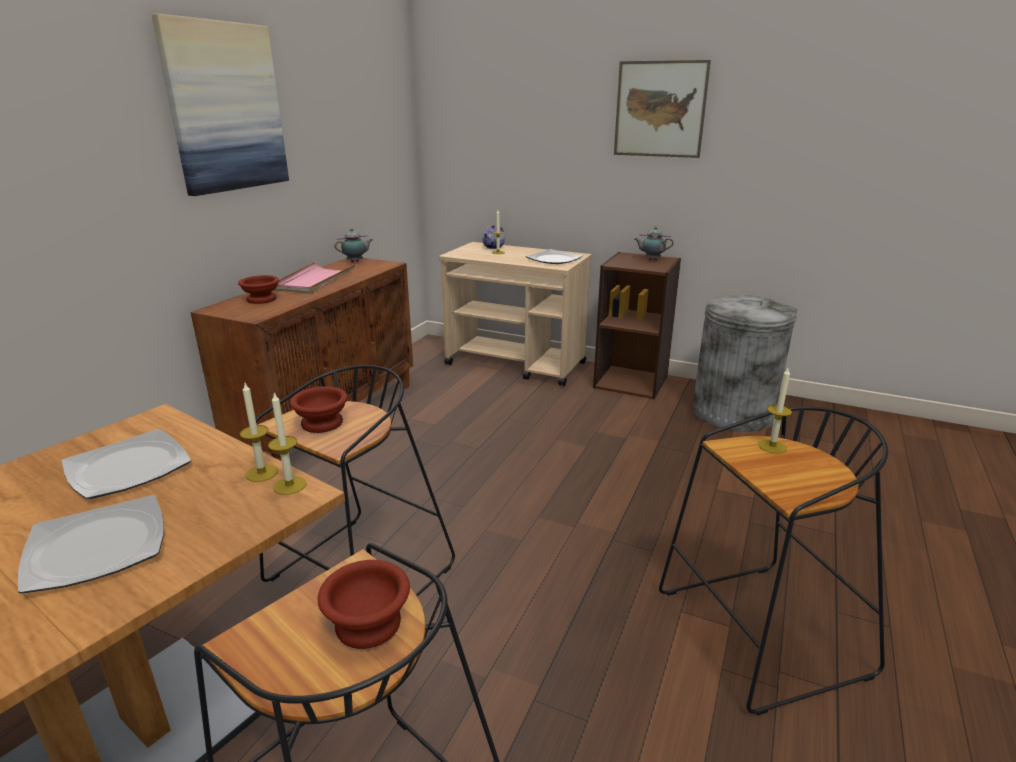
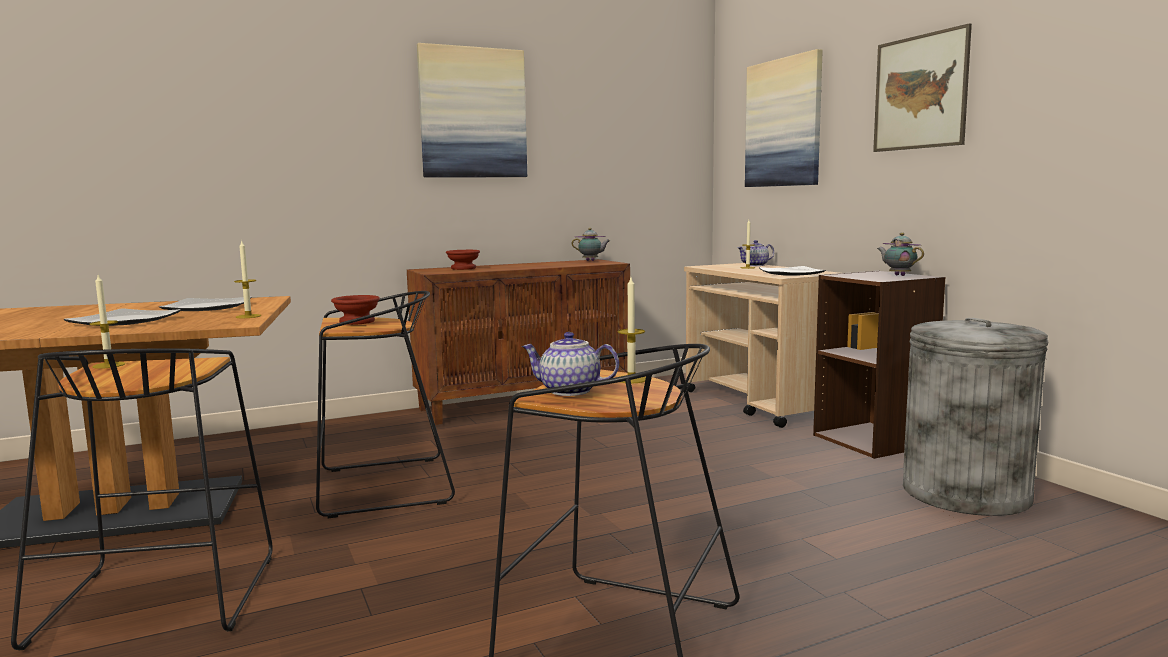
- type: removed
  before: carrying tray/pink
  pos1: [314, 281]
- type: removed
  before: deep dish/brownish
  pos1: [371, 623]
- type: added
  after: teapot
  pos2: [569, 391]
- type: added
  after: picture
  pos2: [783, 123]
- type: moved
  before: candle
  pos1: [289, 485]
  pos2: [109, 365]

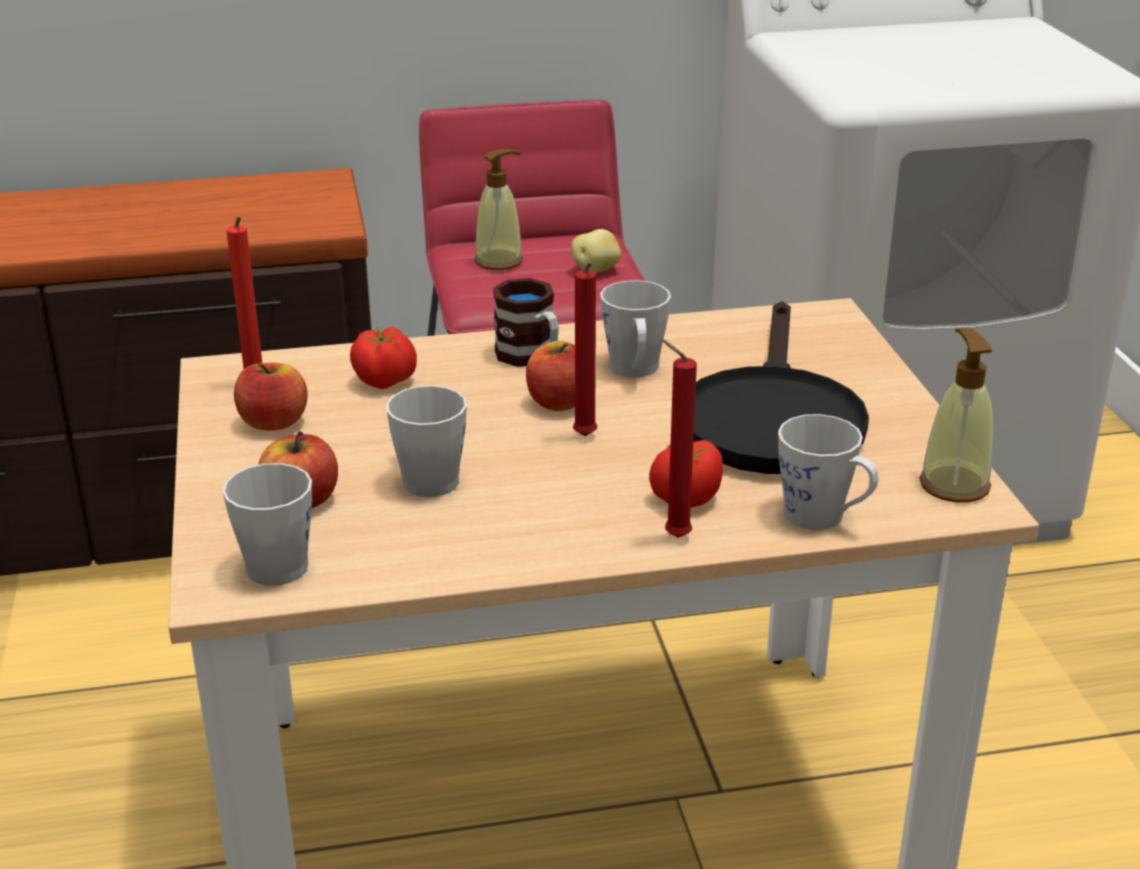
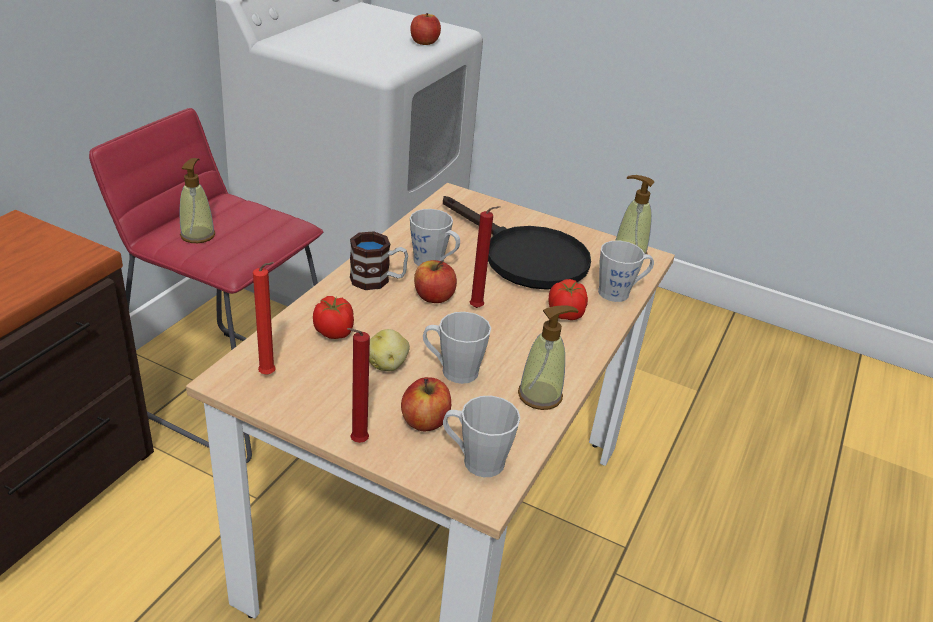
- type: added
  after: liquid soap bottle
  pos2: [540, 395]
- type: moved
  before: apple fruit
  pos1: [274, 422]
  pos2: [424, 42]
- type: moved
  before: whole potato
  pos1: [596, 270]
  pos2: [387, 364]
- type: moved
  before: candle/red
  pos1: [673, 536]
  pos2: [356, 443]

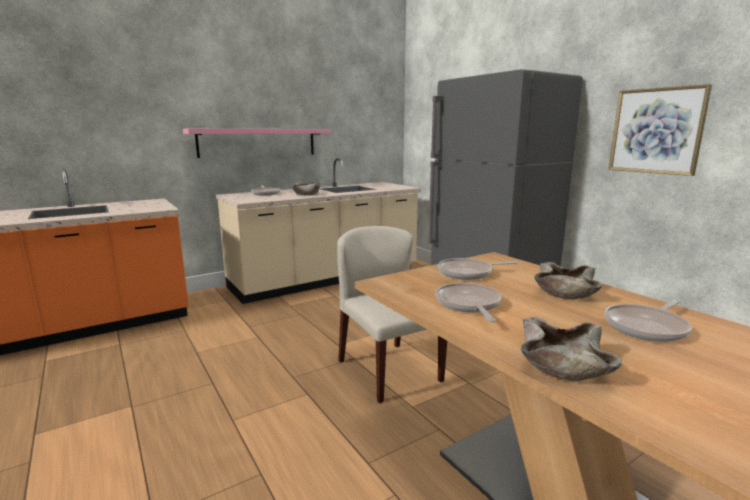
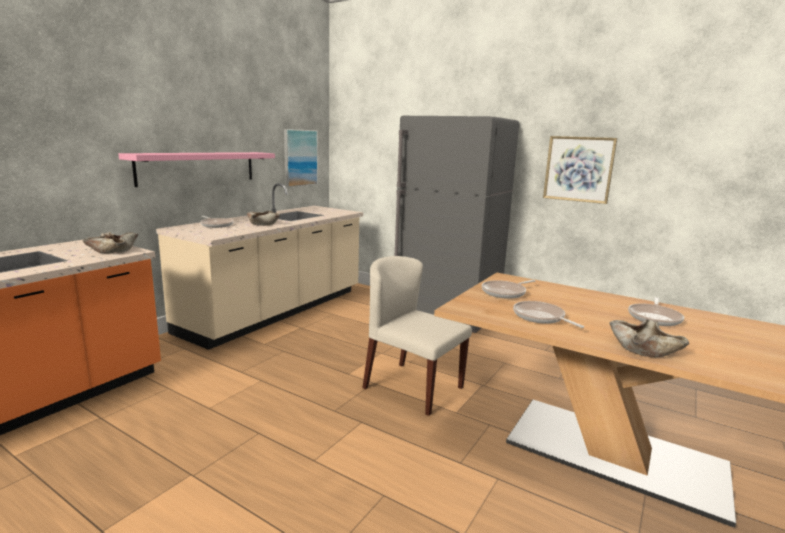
- type: added
  after: picture
  pos2: [300, 158]
- type: moved
  before: deep dish/beige-coloured
  pos1: [565, 292]
  pos2: [113, 250]

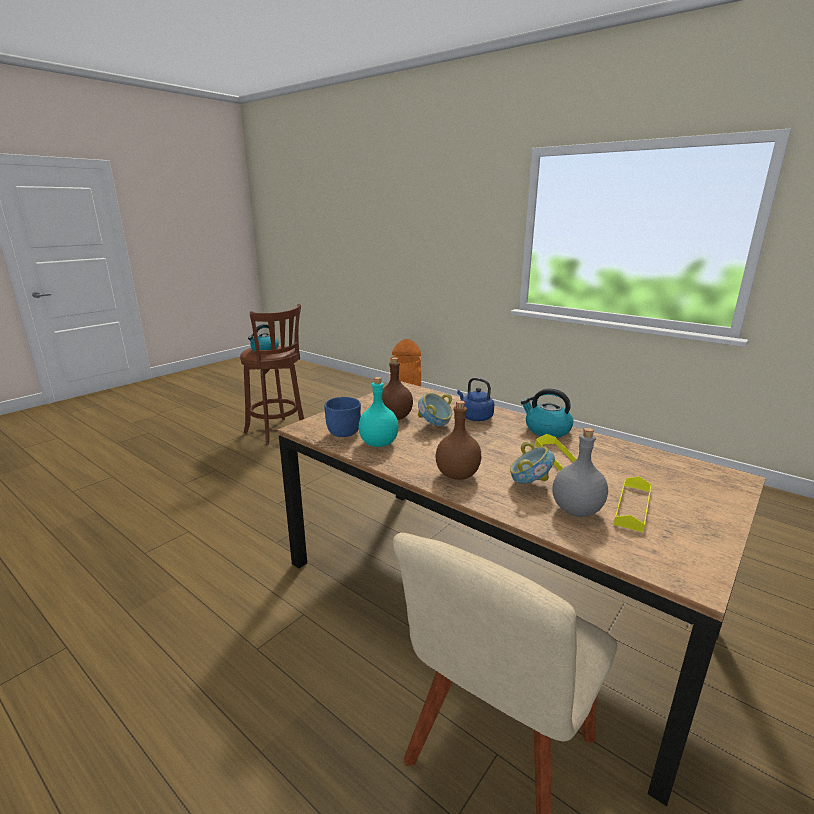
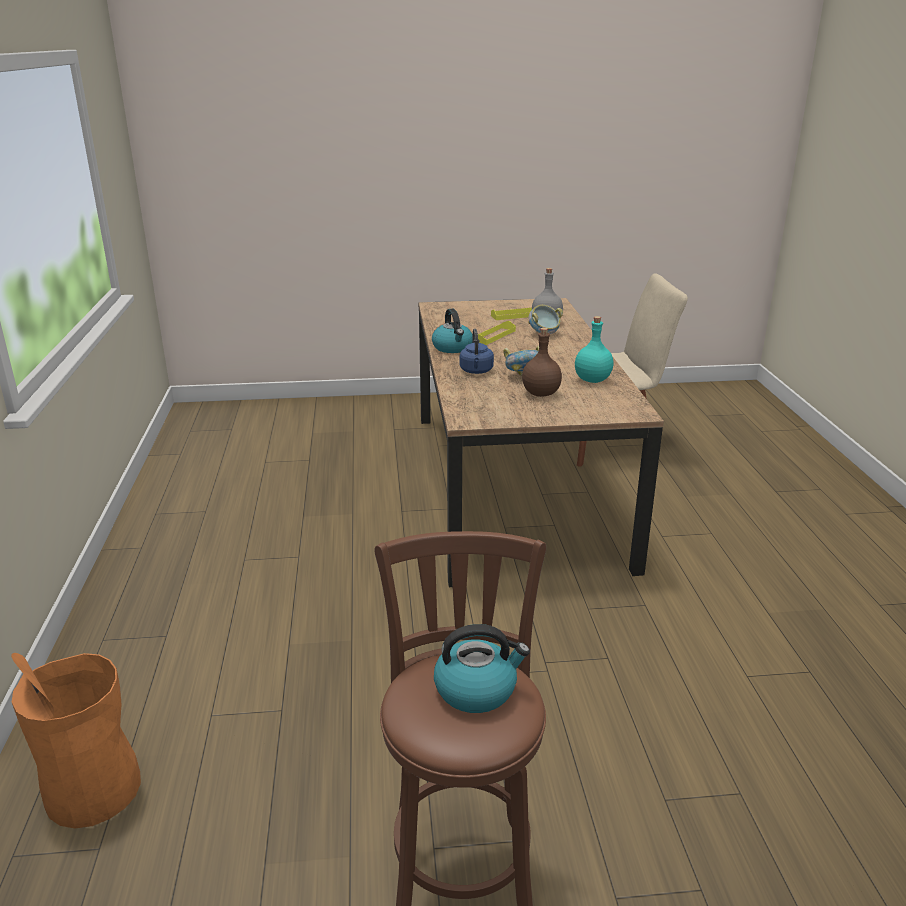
- type: removed
  before: deep dish/bluish
  pos1: [343, 433]
- type: removed
  before: beverage bottle/brownish
  pos1: [457, 474]

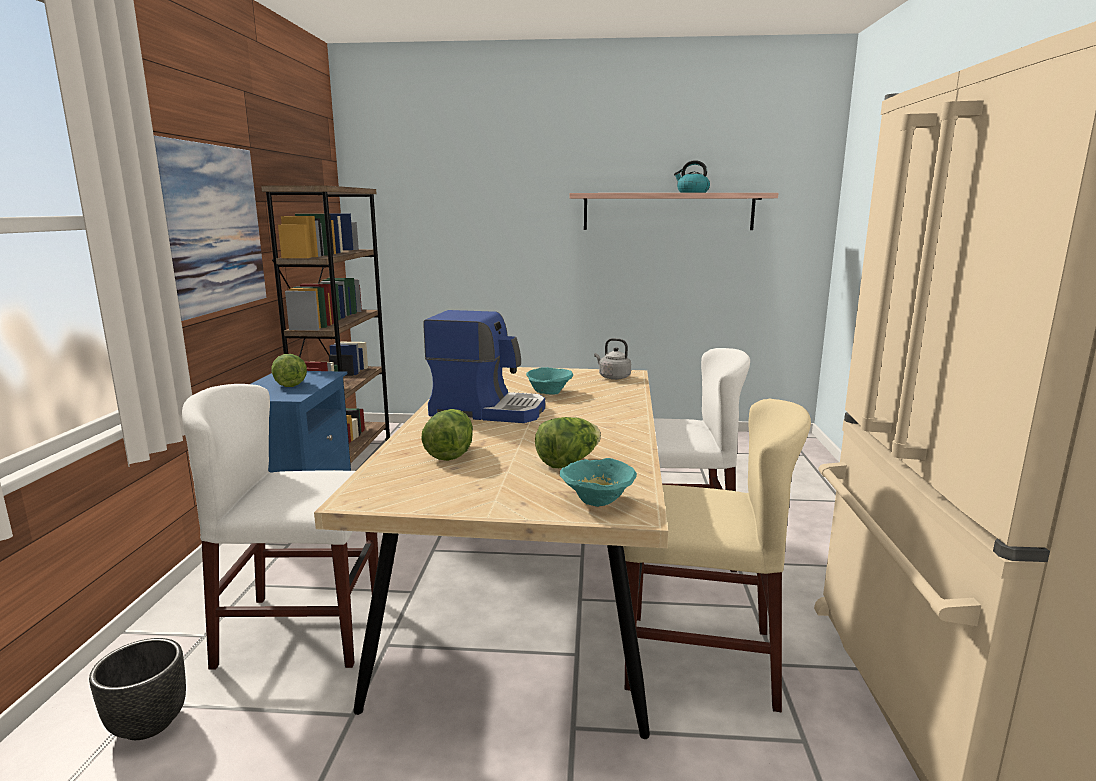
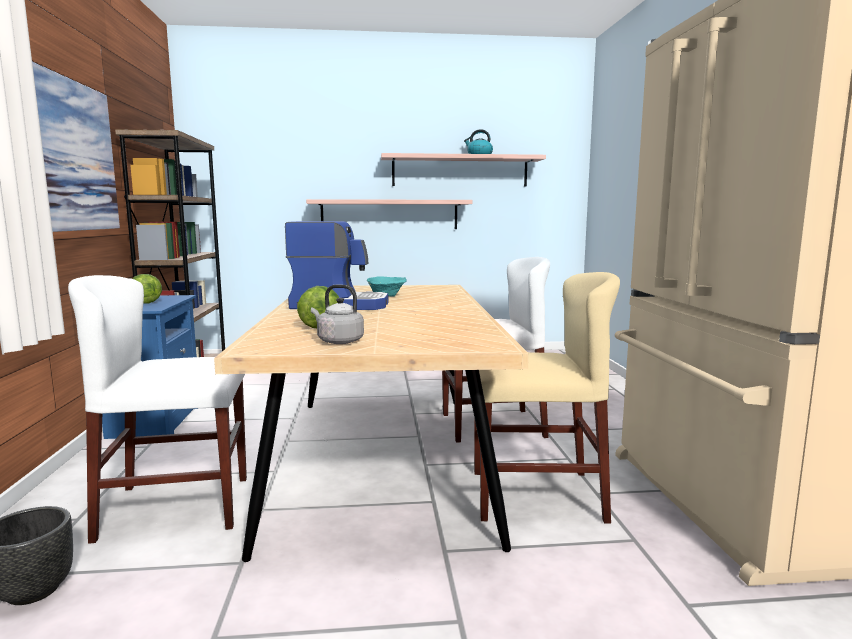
- type: removed
  before: head of lettuce
  pos1: [568, 462]
- type: removed
  before: deep dish/turquoise
  pos1: [595, 500]
- type: added
  after: wall shelf
  pos2: [389, 214]
- type: moved
  before: water kettle/gray
  pos1: [613, 377]
  pos2: [338, 341]

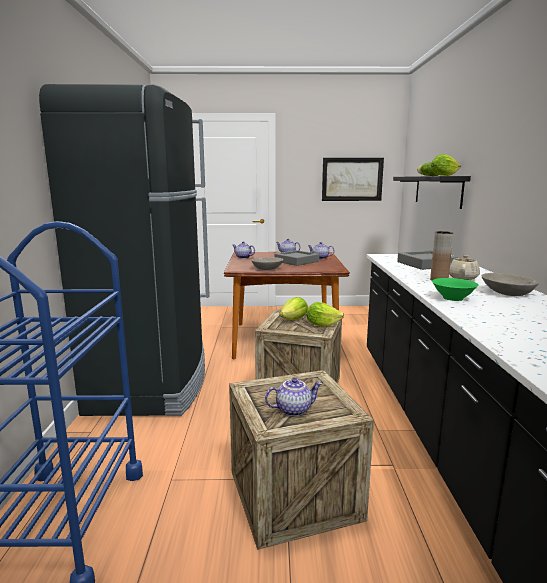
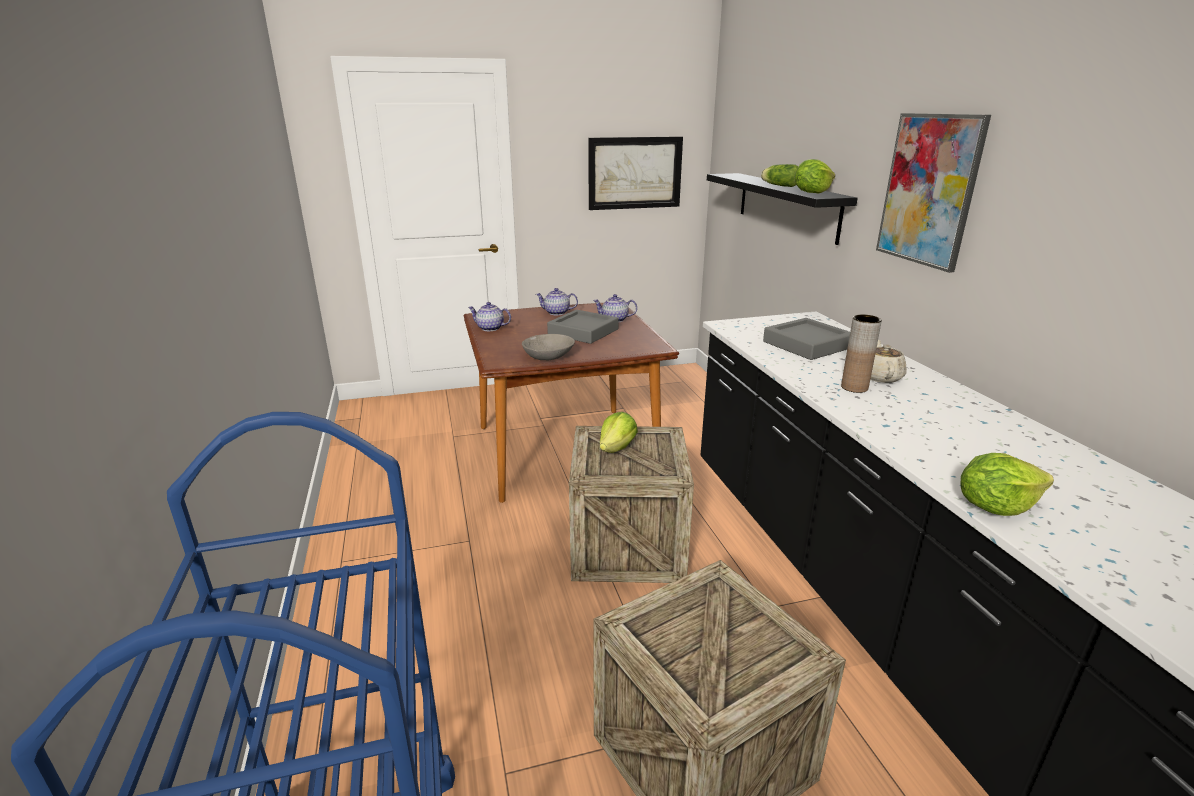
- type: removed
  before: refrigerator/blackish
  pos1: [152, 384]
- type: removed
  before: teapot
  pos1: [293, 409]
- type: removed
  before: deep dish/green-coloured
  pos1: [452, 298]
- type: removed
  before: deep dish/gray
  pos1: [507, 292]
- type: added
  after: picture
  pos2: [929, 190]
- type: moved
  before: head of lettuce
  pos1: [322, 325]
  pos2: [995, 506]

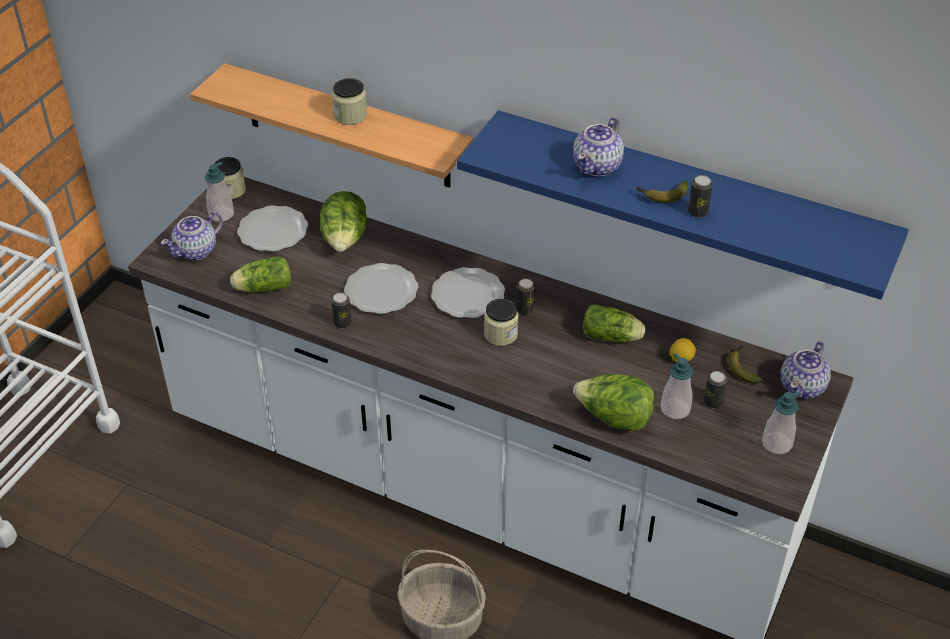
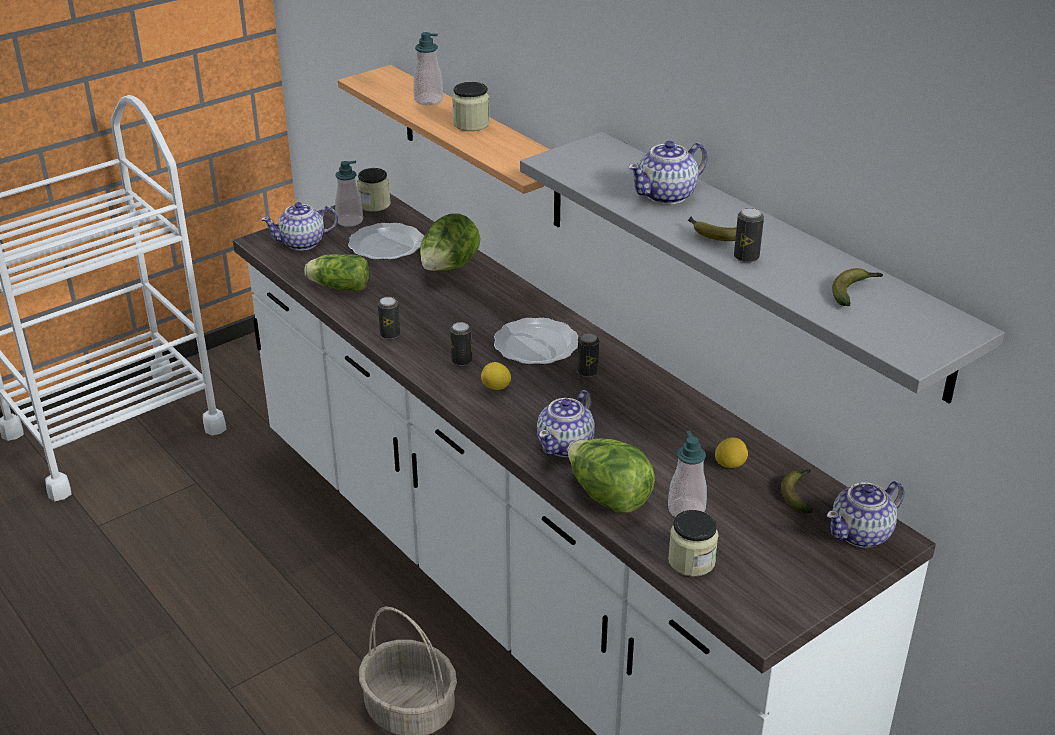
- type: removed
  before: dinner plate
  pos1: [381, 292]
- type: removed
  before: head of lettuce
  pos1: [613, 337]
- type: added
  after: lemon
  pos2: [496, 387]
- type: added
  after: teapot
  pos2: [566, 445]
- type: added
  after: whole banana
  pos2: [854, 292]
- type: moved
  before: preserve jar
  pos1: [501, 334]
  pos2: [691, 561]
- type: moved
  before: can
  pos1: [712, 402]
  pos2: [461, 361]
- type: moved
  before: liquid soap bottle
  pos1: [776, 444]
  pos2: [428, 100]
- type: recoloured
  before: wall shelf/bluish
  after: wall shelf/gray
  pos1: [688, 196]
  pos2: [772, 260]

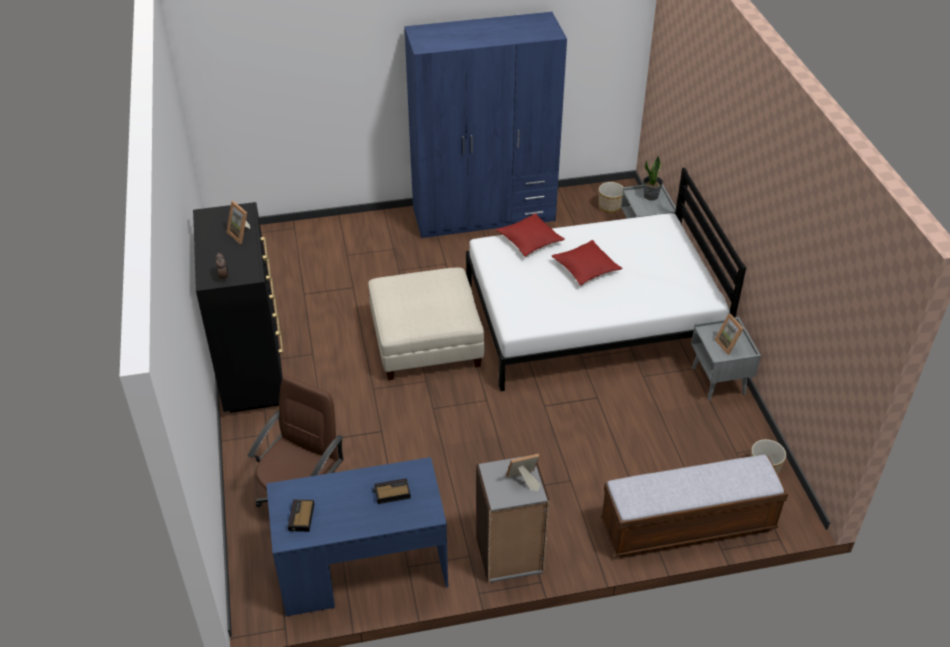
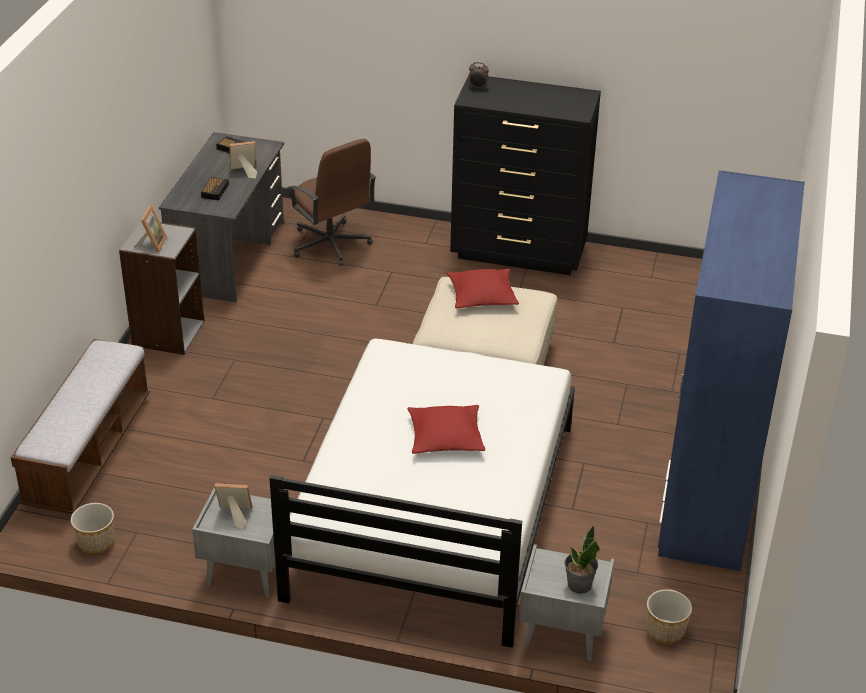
- type: moved
  before: standing frame
  pos1: [242, 234]
  pos2: [244, 172]
- type: moved
  before: throw pillow/red
  pos1: [530, 240]
  pos2: [482, 296]
- type: recoloured
  before: desk unit/bluish
  after: desk unit/gray
  pos1: [362, 570]
  pos2: [229, 256]

